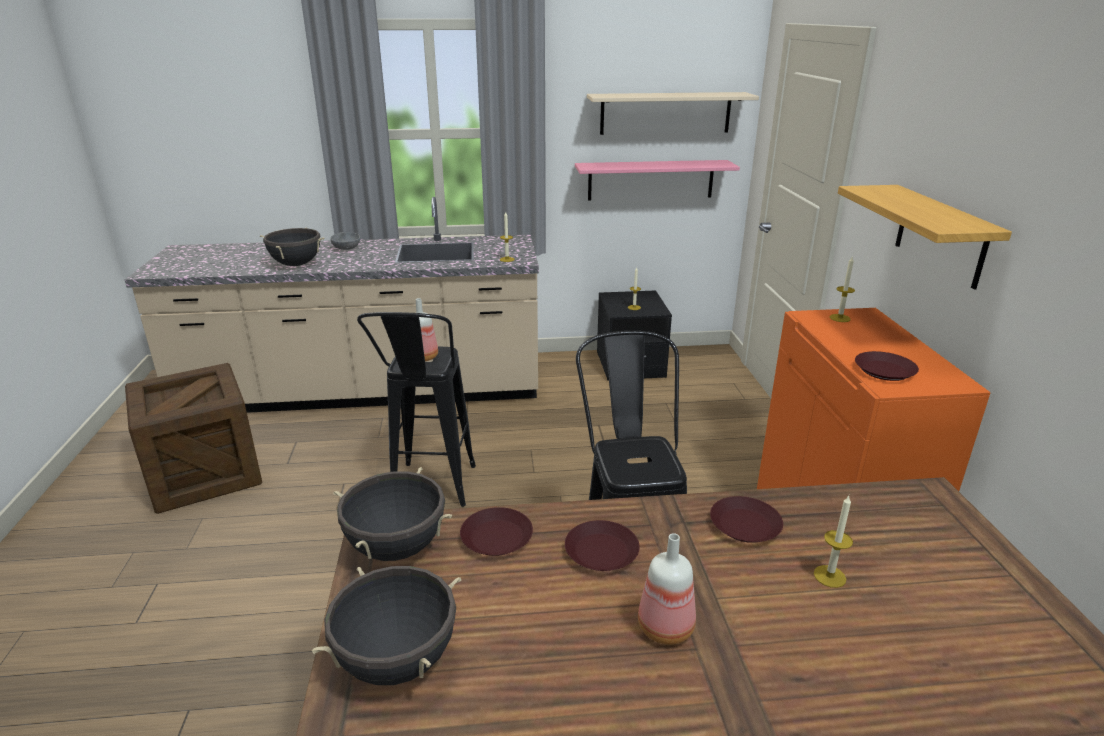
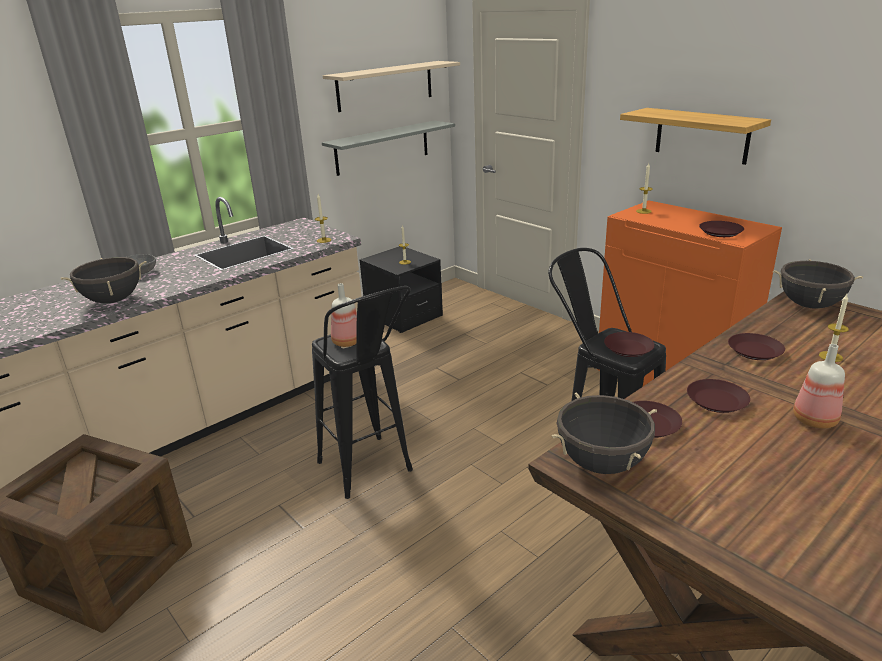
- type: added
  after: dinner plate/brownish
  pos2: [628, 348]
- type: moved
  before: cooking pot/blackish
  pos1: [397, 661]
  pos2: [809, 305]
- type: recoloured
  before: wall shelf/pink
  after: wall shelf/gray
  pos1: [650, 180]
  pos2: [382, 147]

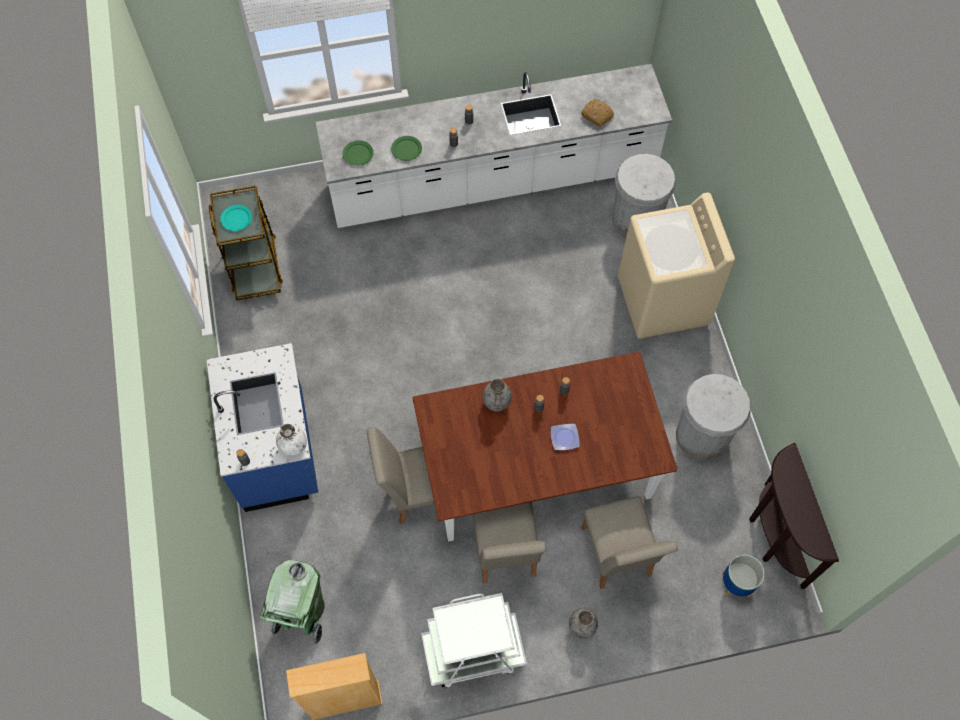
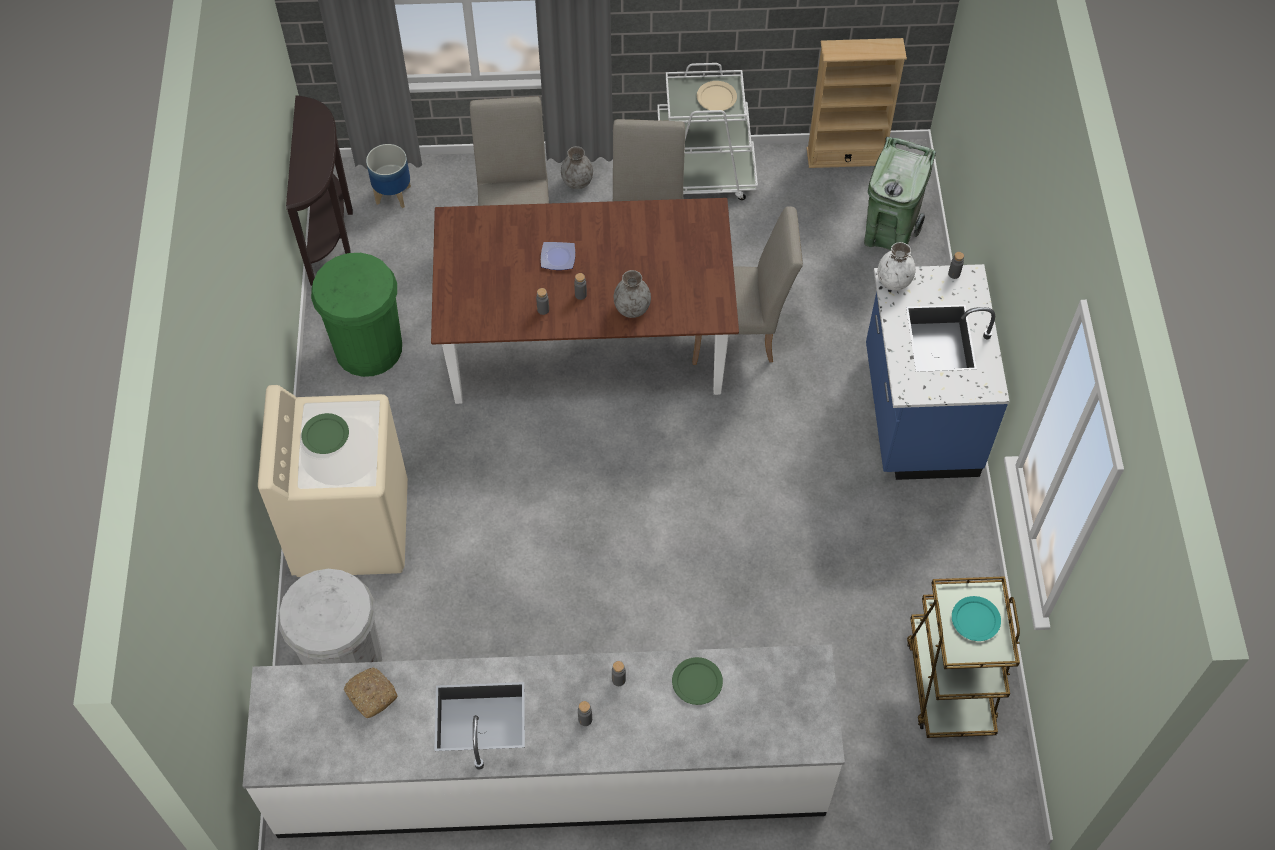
- type: added
  after: dinner plate/beige-coloured
  pos2: [716, 97]
- type: moved
  before: dinner plate/green-coloured
  pos1: [358, 154]
  pos2: [326, 435]
- type: recoloured
  before: rubbish bin/whitish
  after: rubbish bin/green-coloured
  pos1: [701, 436]
  pos2: [368, 348]

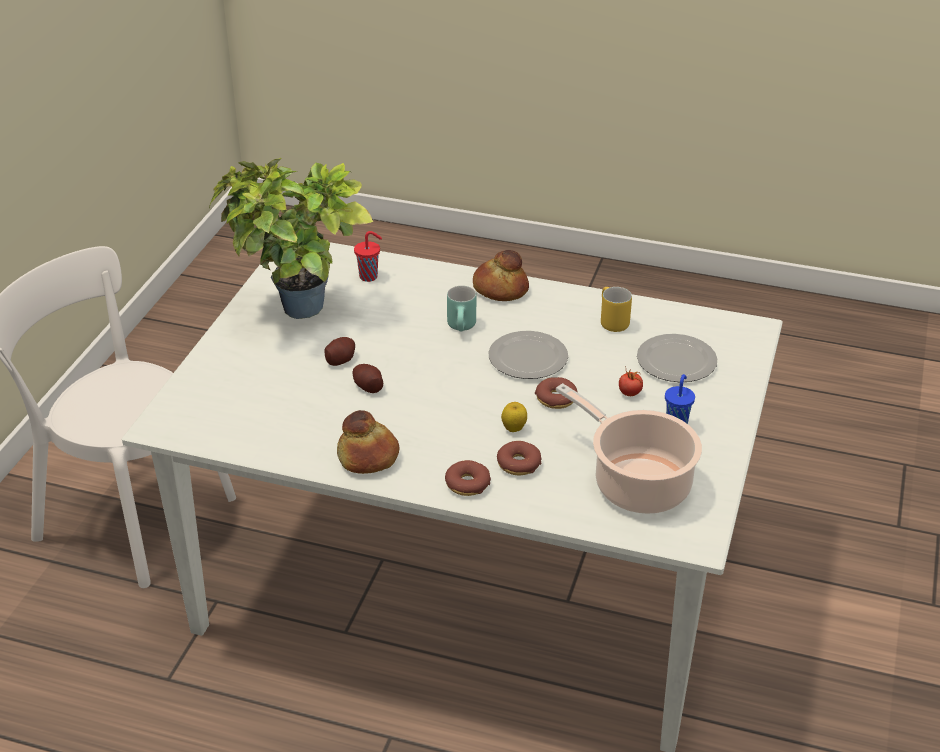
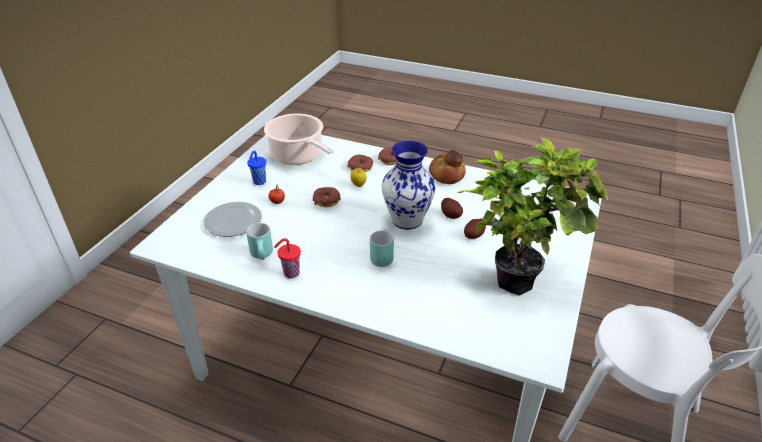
- type: removed
  before: bread
  pos1: [500, 289]
- type: removed
  before: dinner plate
  pos1: [528, 357]
- type: added
  after: decorative vase
  pos2: [406, 220]
- type: moved
  before: small cup/red
  pos1: [369, 277]
  pos2: [290, 273]
- type: recoloured
  before: tea mug/yellow-coloured
  after: tea mug/turquoise
  pos1: [610, 321]
  pos2: [264, 256]

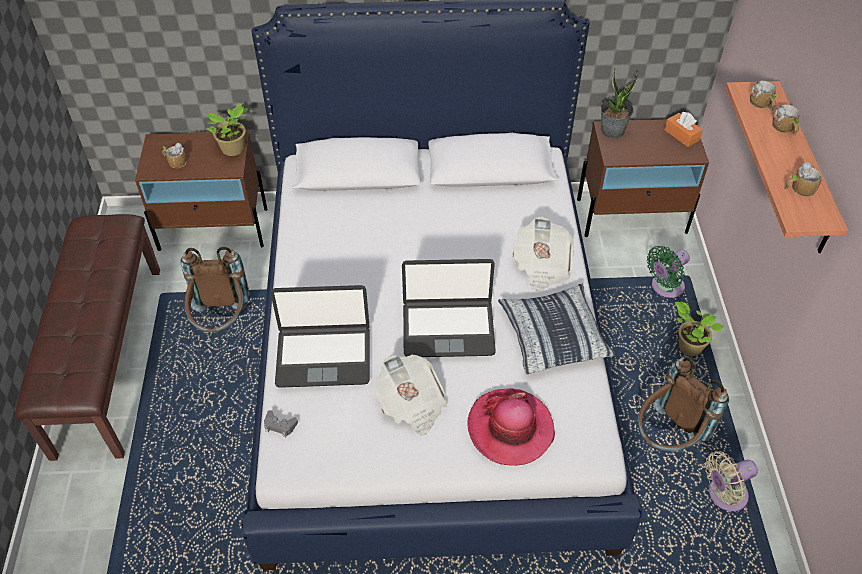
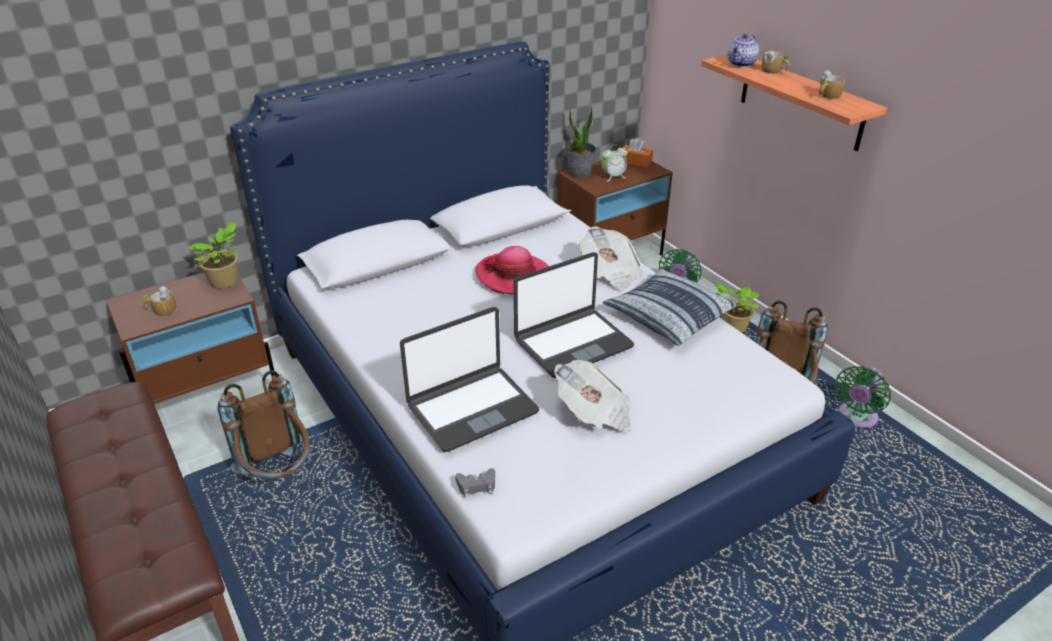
- type: added
  after: table clock
  pos2: [613, 177]
- type: moved
  before: hat
  pos1: [510, 428]
  pos2: [514, 276]
- type: replaced
  before: tea mug
  after: teapot
  pos1: [761, 104]
  pos2: [741, 64]
- type: recoloured
  before: fan/beige-coloured
  after: fan/green-coloured
  pos1: [723, 495]
  pos2: [855, 418]

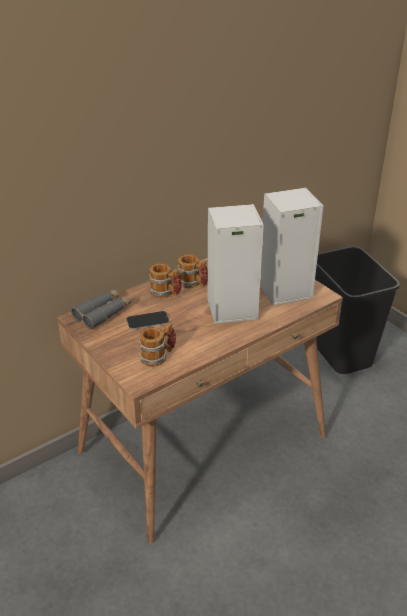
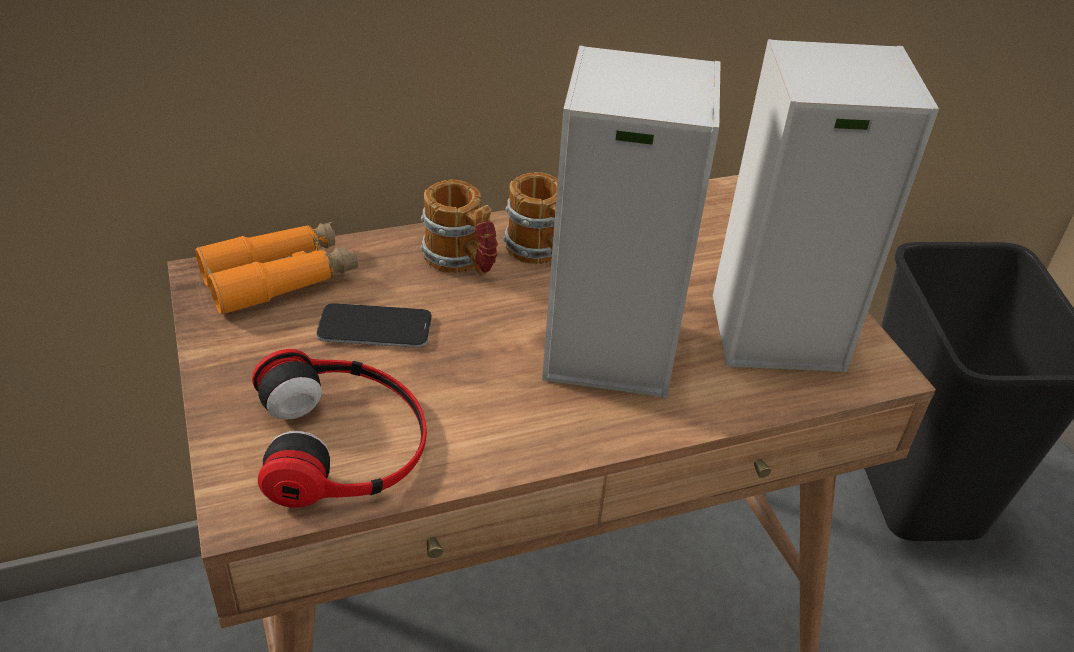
- type: replaced
  before: tea mug
  after: pair of headphones
  pos1: [158, 356]
  pos2: [343, 439]
- type: recoloured
  before: field glasses/gray
  after: field glasses/orangey
  pos1: [103, 313]
  pos2: [280, 278]

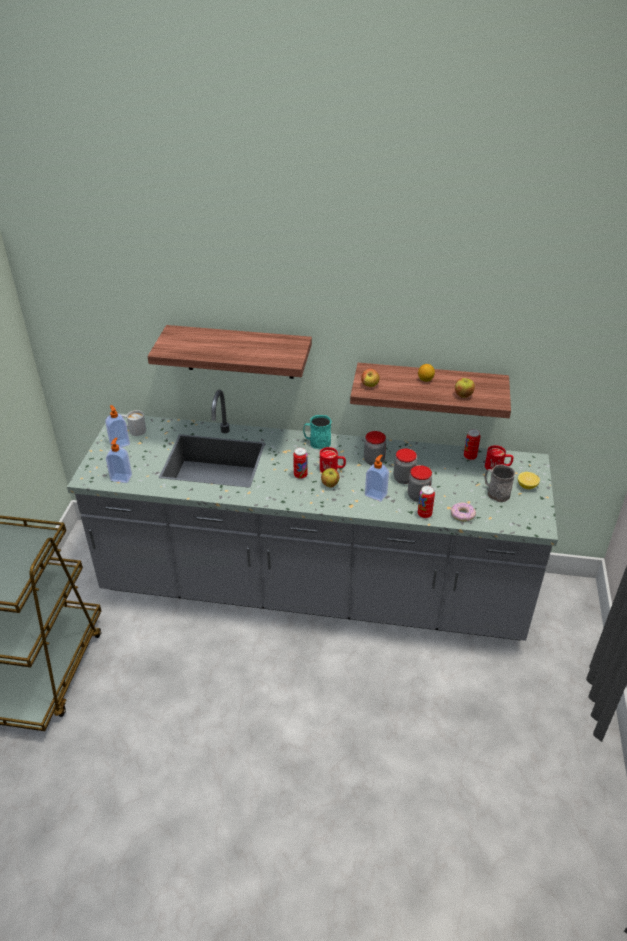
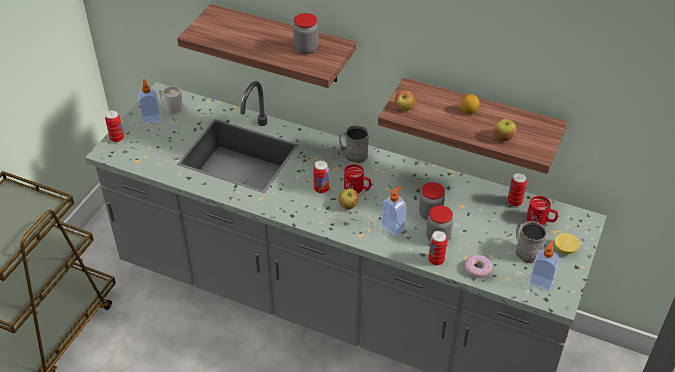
- type: added
  after: can
  pos2: [117, 138]
- type: moved
  before: liquid soap bottle
  pos1: [121, 477]
  pos2: [541, 282]
- type: moved
  before: preserve jar
  pos1: [374, 460]
  pos2: [306, 49]
- type: recoloured
  before: tea mug/turquoise
  after: tea mug/gray
  pos1: [317, 442]
  pos2: [353, 154]

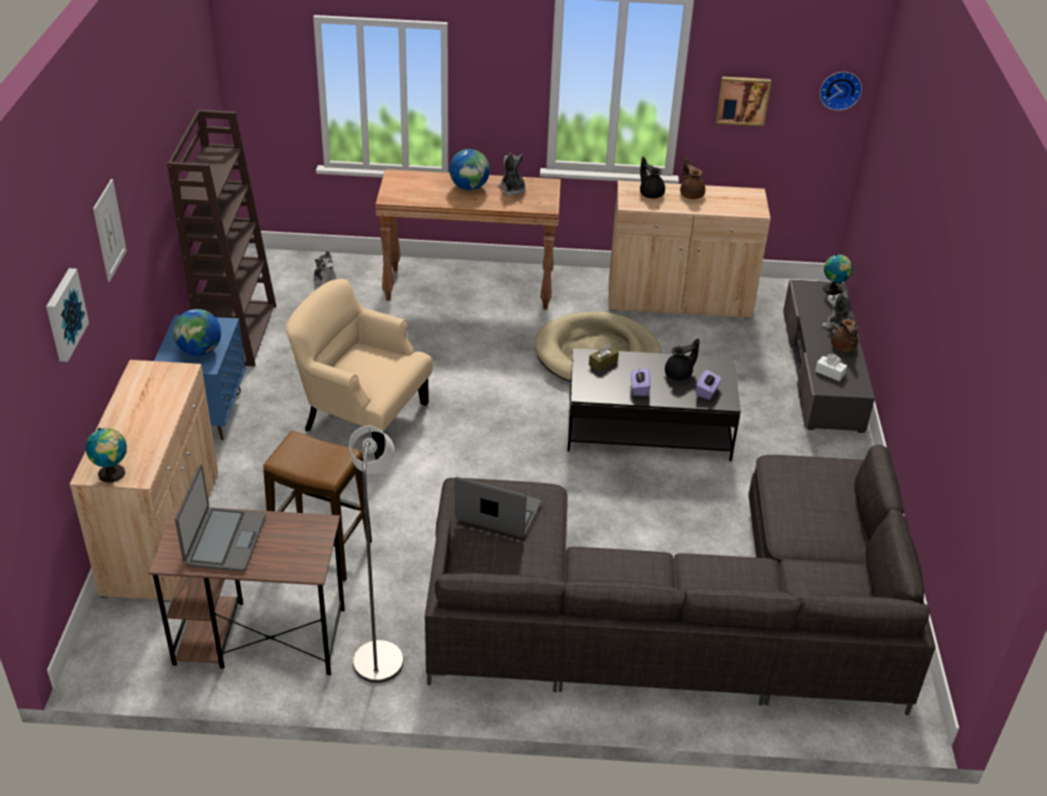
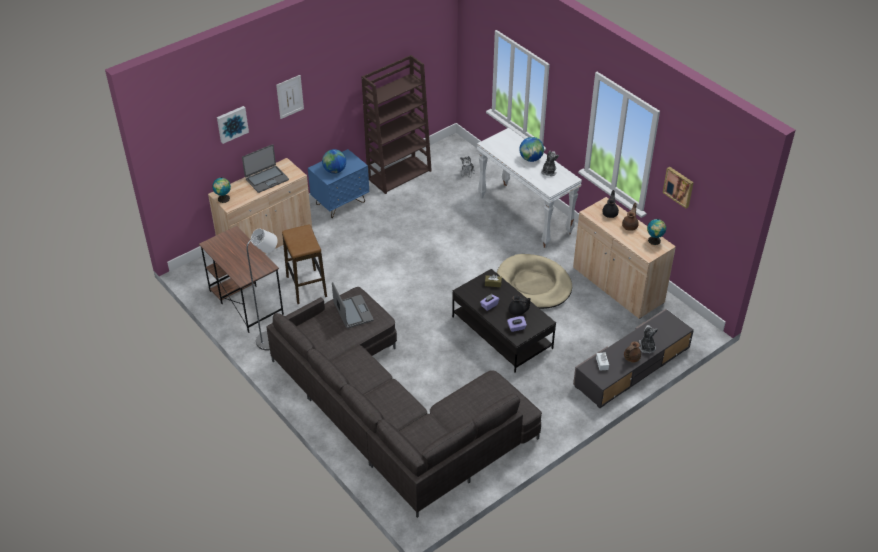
- type: removed
  before: armchair/beige-coloured
  pos1: [362, 416]
- type: removed
  before: wall clock
  pos1: [840, 89]
- type: moved
  before: portable computer
  pos1: [224, 540]
  pos2: [266, 179]
- type: moved
  before: world globe
  pos1: [833, 290]
  pos2: [654, 241]
- type: recoloured
  before: narrow table/brownish
  after: narrow table/whitish
  pos1: [469, 288]
  pos2: [525, 215]

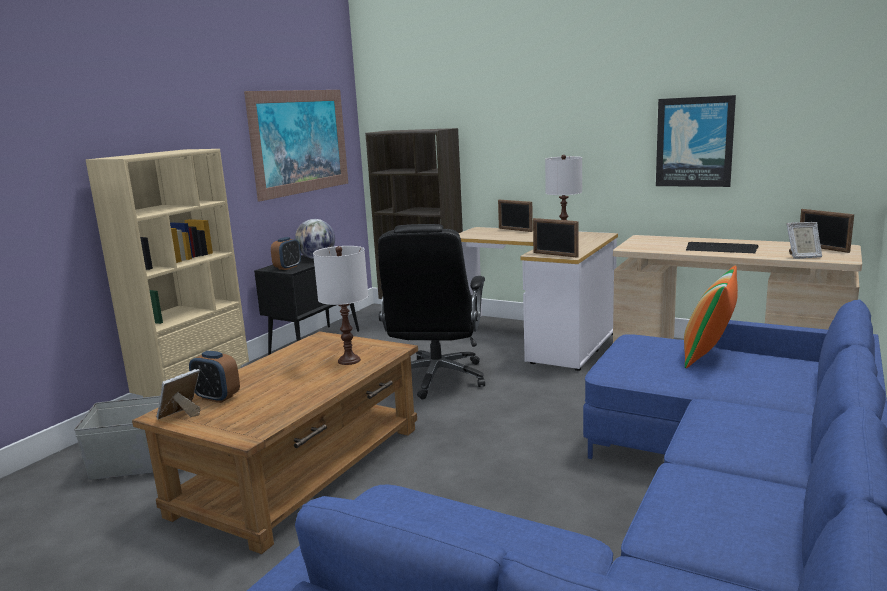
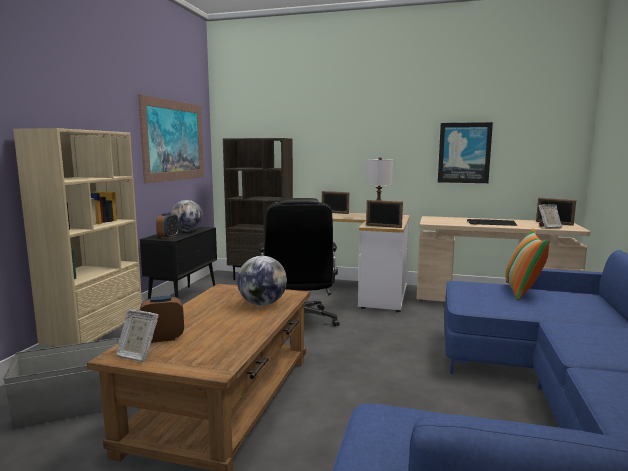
- type: replaced
  before: tabletop lamp/whitish
  after: world globe
  pos1: [349, 360]
  pos2: [262, 304]
- type: turned
  before: standing frame
  pos1: [181, 415]
  pos2: [137, 355]
  turn: -90
- type: turned
  before: table clock
  pos1: [217, 397]
  pos2: [163, 338]
  turn: 150

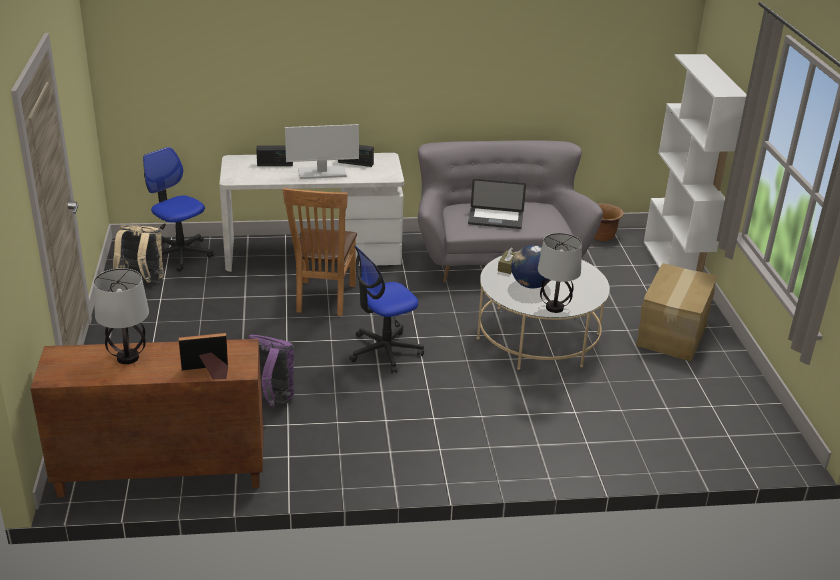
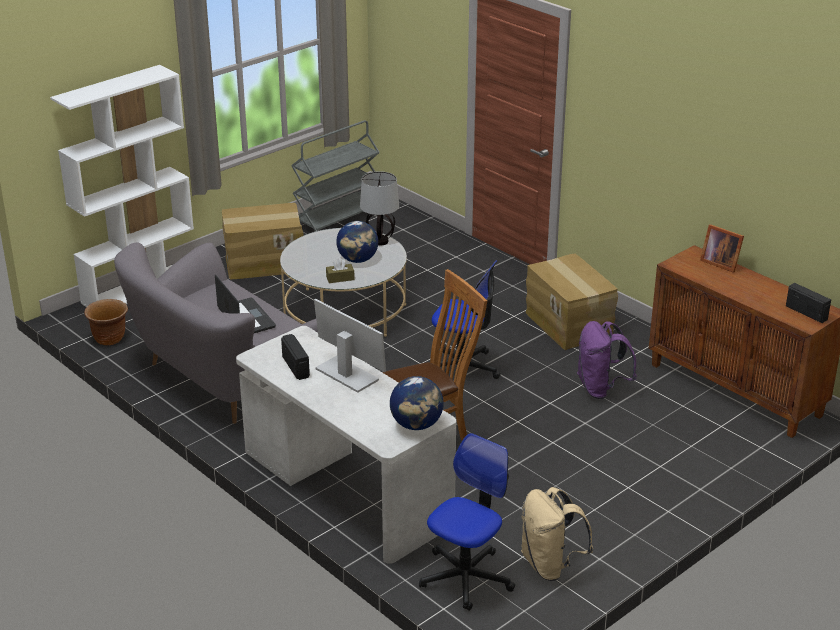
- type: removed
  before: tabletop lamp
  pos1: [128, 357]
- type: added
  after: wheeled cart/gray
  pos2: [337, 220]
- type: added
  after: world globe
  pos2: [416, 425]
- type: added
  after: cardboard box
  pos2: [569, 324]
- type: moved
  before: radio receiver
  pos1: [275, 164]
  pos2: [806, 312]
- type: turned
  before: desk chair
  pos1: [180, 254]
  pos2: [466, 577]
  turn: -150

